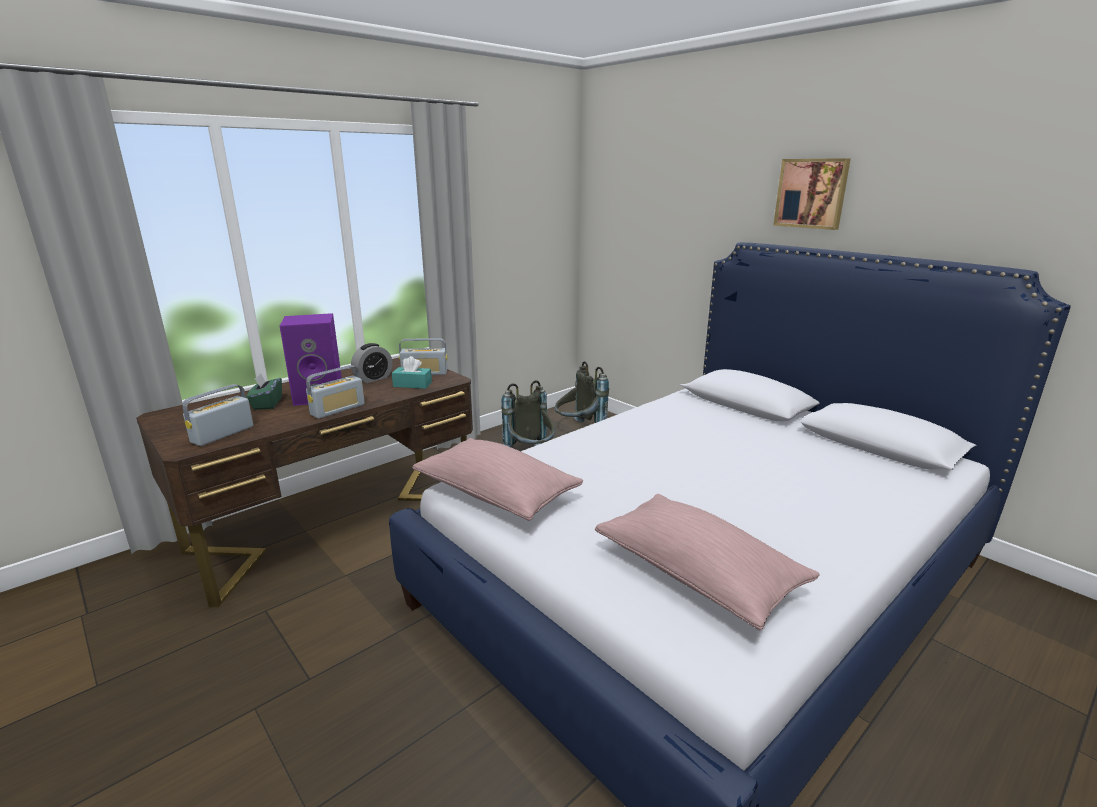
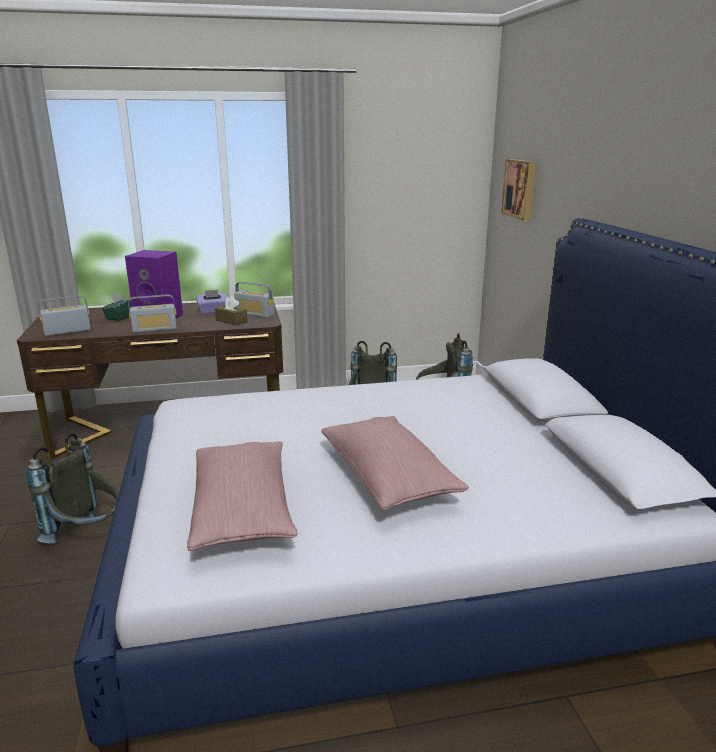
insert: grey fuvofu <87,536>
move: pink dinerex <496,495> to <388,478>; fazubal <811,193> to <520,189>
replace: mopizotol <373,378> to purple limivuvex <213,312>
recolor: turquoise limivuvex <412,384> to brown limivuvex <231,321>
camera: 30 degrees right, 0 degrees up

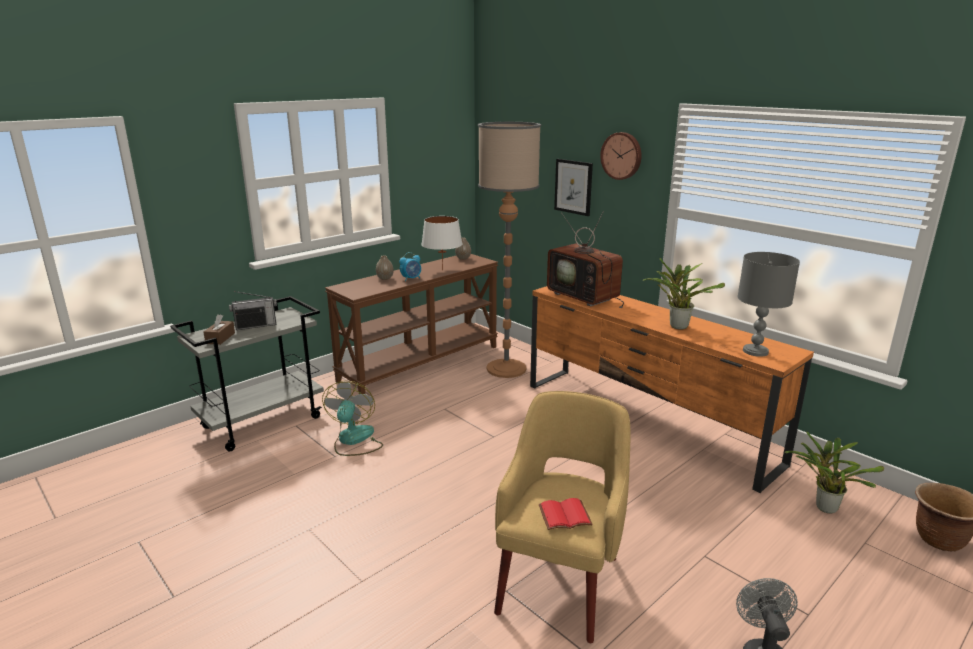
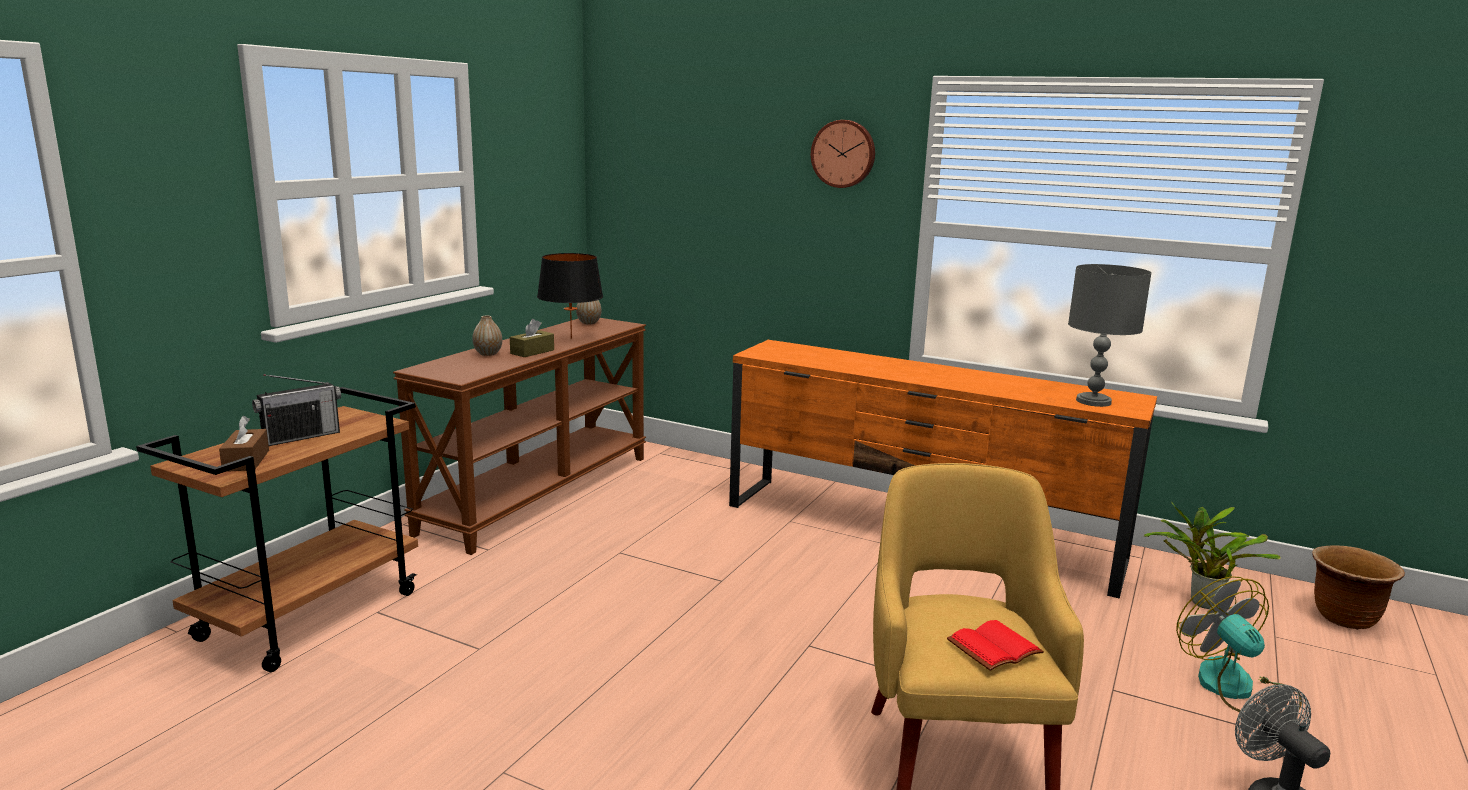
delete: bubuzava <506,369>; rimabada <586,297>; fazubal <573,187>; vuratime <676,326>
move: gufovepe <354,440> to <1237,689>
replace: mopizotol <411,279> to brown limivuvex <532,352>
recolor: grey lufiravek <263,422> to brown lufiravek <310,615>; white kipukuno <442,270> to black kipukuno <571,338>
camera: 20 degrees left, 5 degrees down

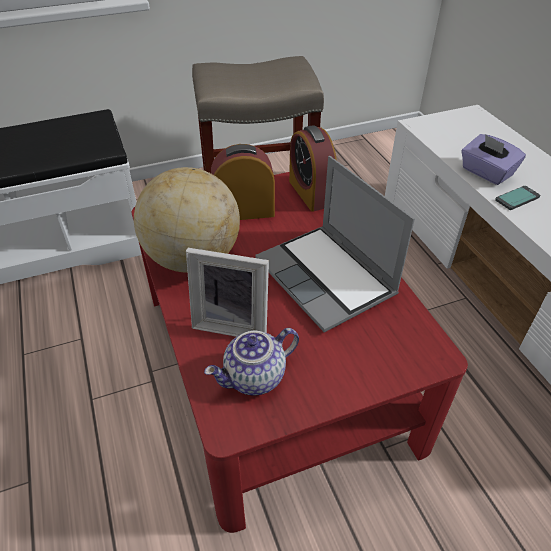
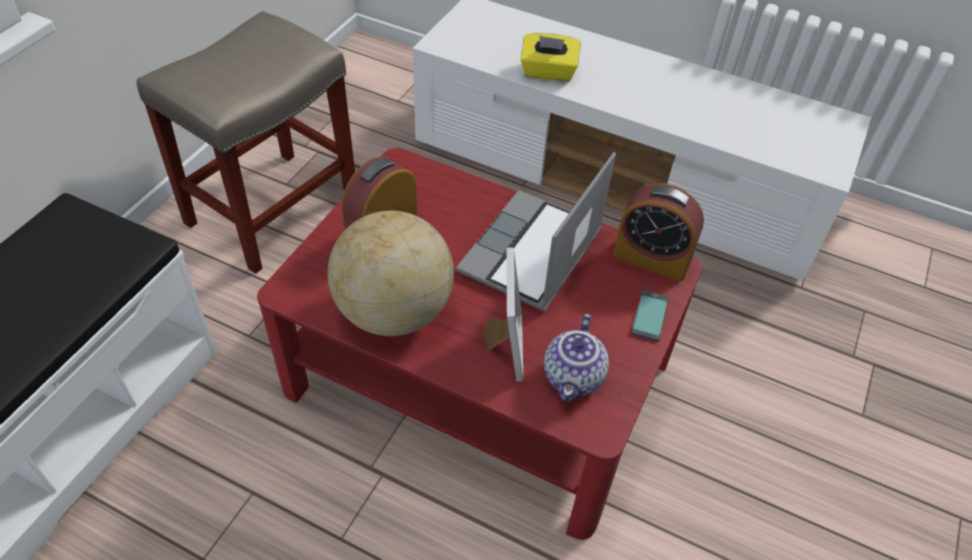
move: mopizotol <310,193> to <651,258>; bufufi <517,198> to <649,316>
recolor: purple limivuvex <486,173> to yellow limivuvex <548,72>
rotate: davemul <232,322> = <503,346> 60 degrees counterclockwise; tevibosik <327,278> = <532,254> 105 degrees clockwise
camera: 45 degrees left, 5 degrees up

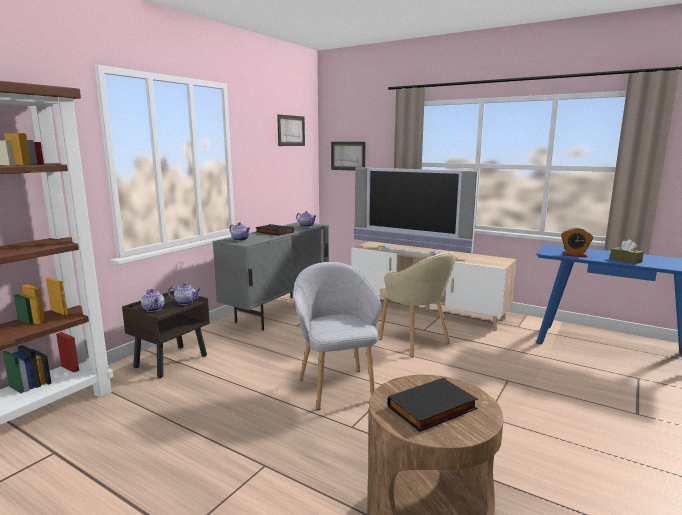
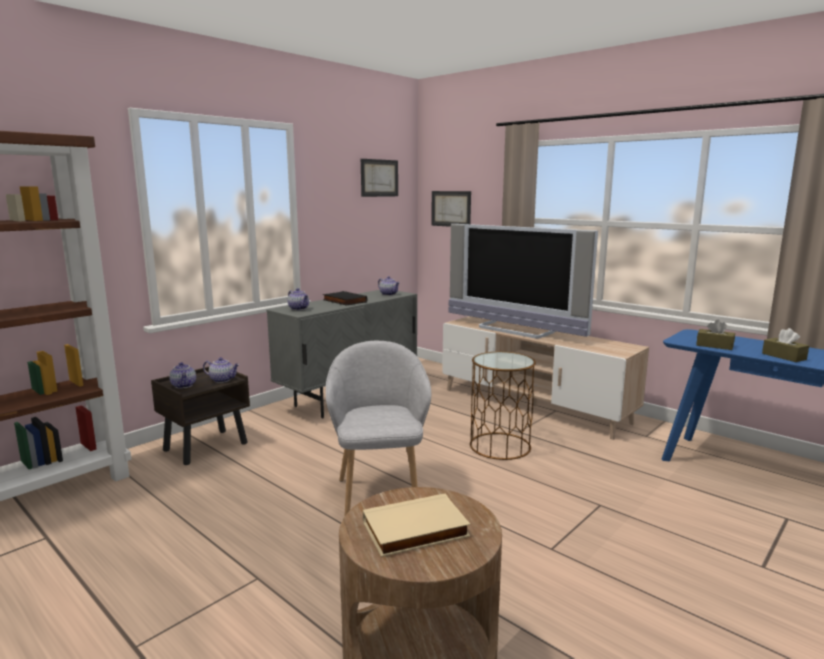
replace: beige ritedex <415,342> to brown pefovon <500,446>; mopizotol <574,255> to brown limivuvex <714,346>
recolor: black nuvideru <432,409> to beige nuvideru <415,531>
camera: 10 degrees right, 0 degrees up

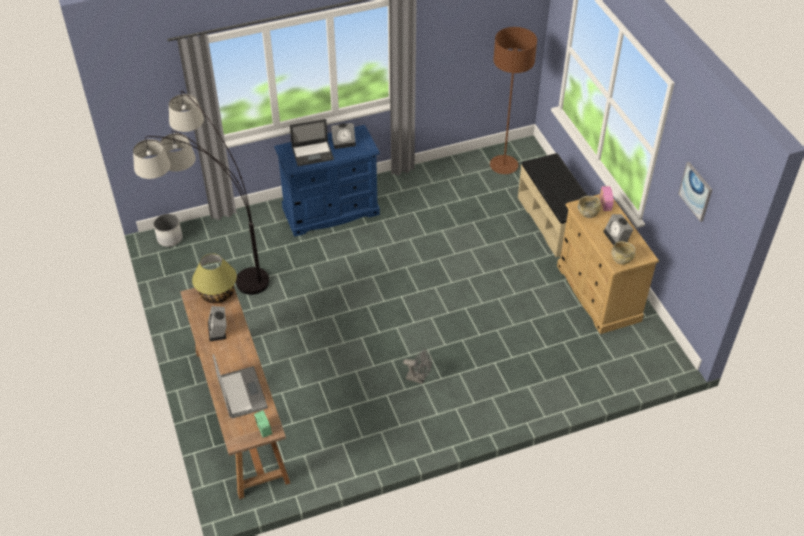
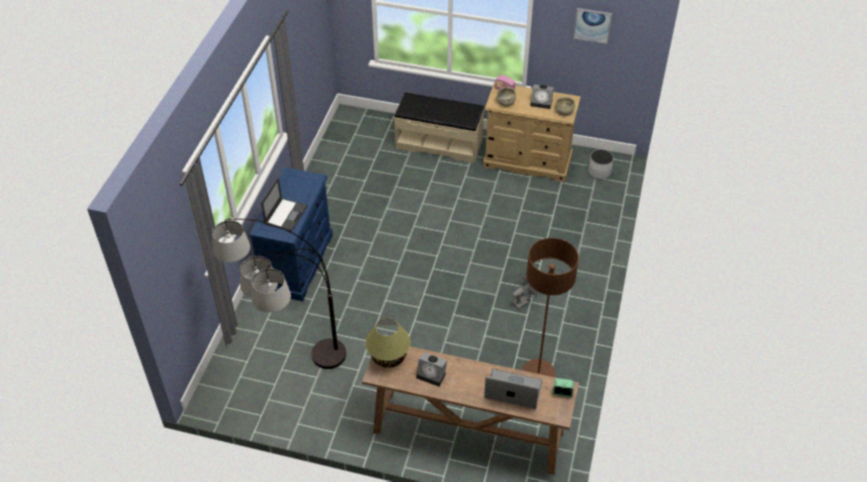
delete: mopizotol <344,142>
move: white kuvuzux <169,238> to <599,172>; brown bubuzava <503,166> to <538,373>
camera: 55 degrees left, 0 degrees up

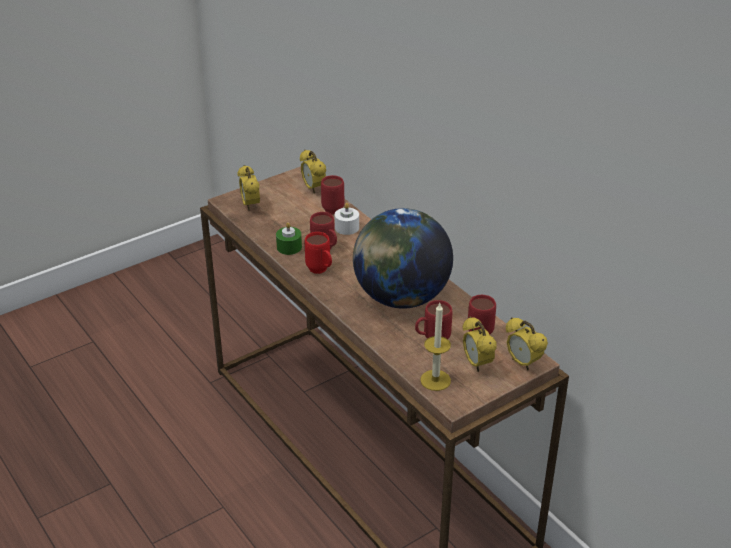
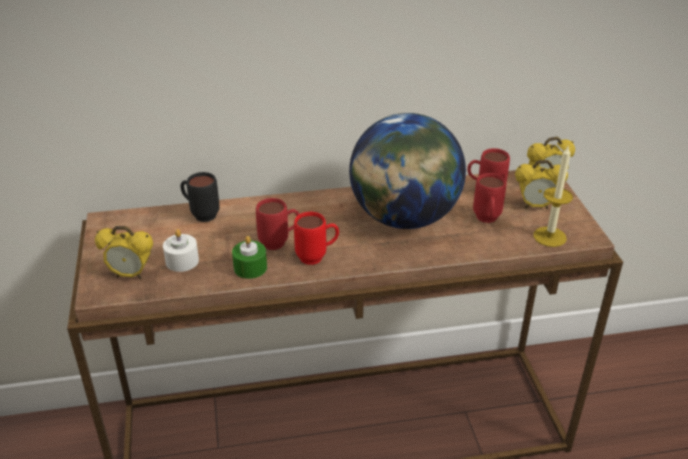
delete: mopizotol <313,188>
move: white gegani <347,227> to <182,261>
recolor: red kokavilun <333,207> to black kokavilun <201,214>
camera: 65 degrees left, 0 degrees up

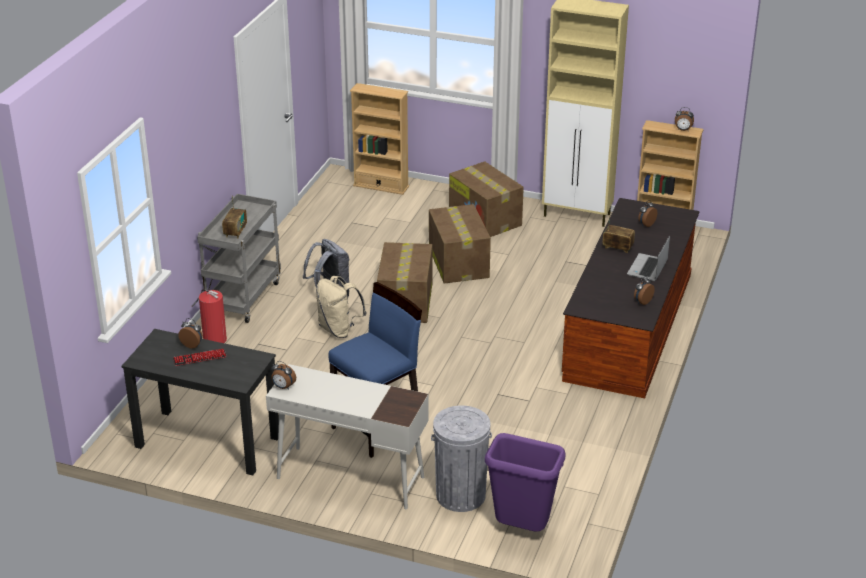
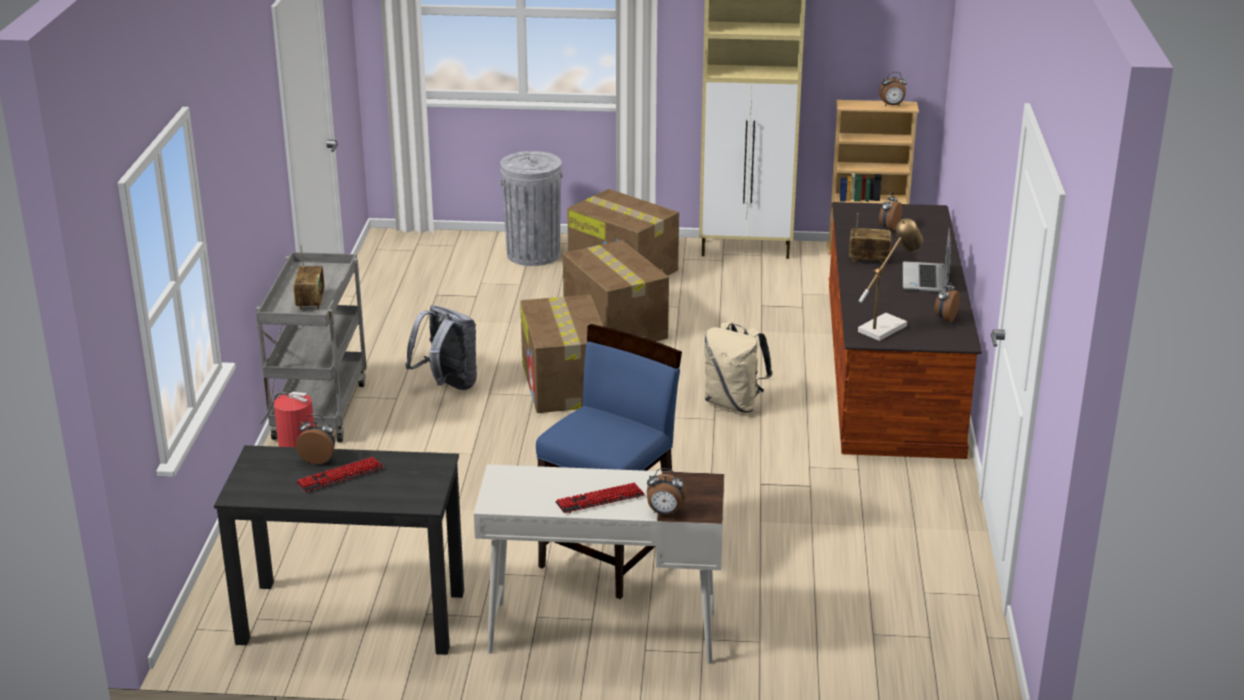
delete: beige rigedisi <381,186>; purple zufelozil <521,530>
insert: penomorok <600,500>; kipukuno <886,326>
move: mopizotol <283,387> to <665,513>; beige fuvofu <339,330> to <734,403>; grey zufelozil <460,495> to <533,254>
camera: 15 degrees left, 5 degrees down

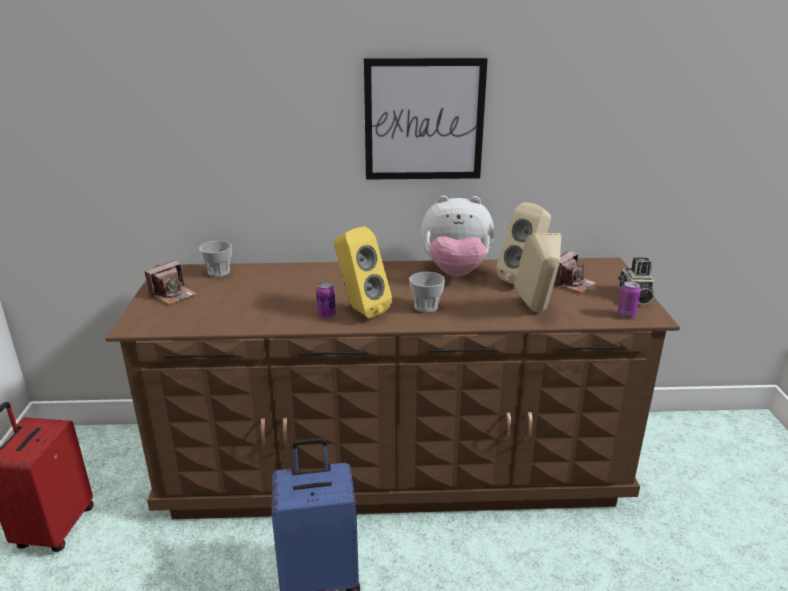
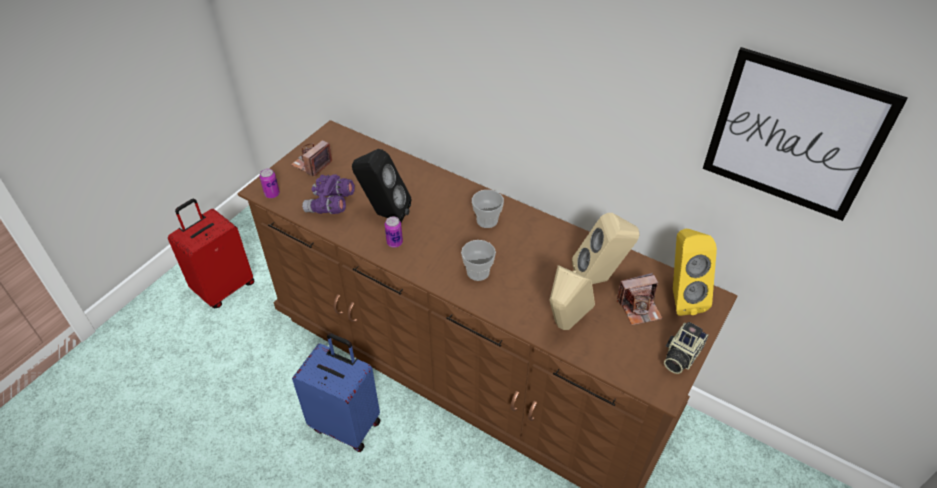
delete: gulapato <455,272>
insert: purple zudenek <330,205>; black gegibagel <384,214>
move: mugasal <218,272> to <487,220>; yellow gegibagel <360,310> to <680,297>; fazubal <424,120> to <794,135>; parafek <626,315> to <272,194>
rotate: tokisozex <173,295> = <312,164> 135 degrees clockwise
camera: 35 degrees right, 20 degrees up

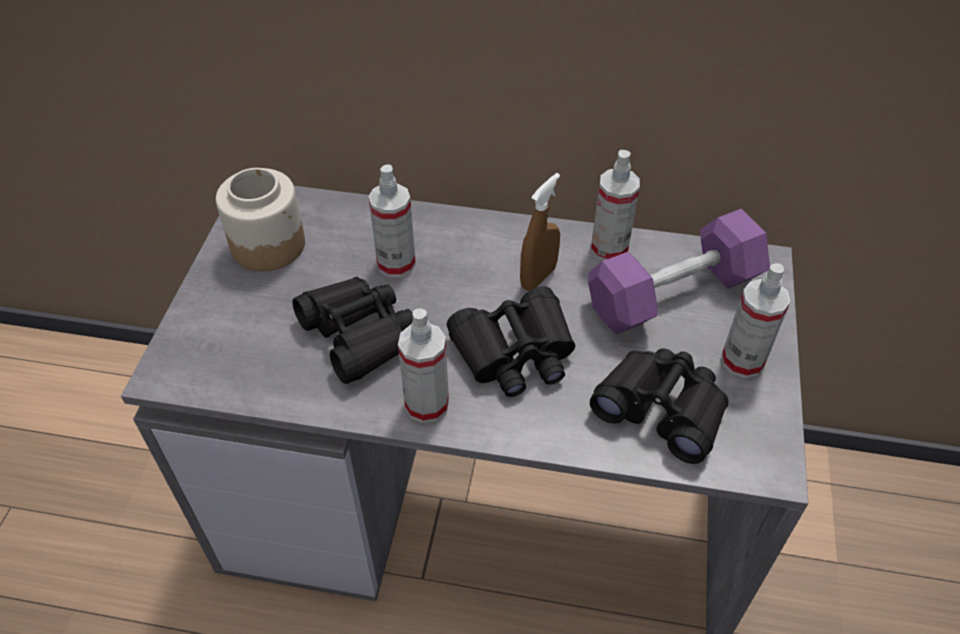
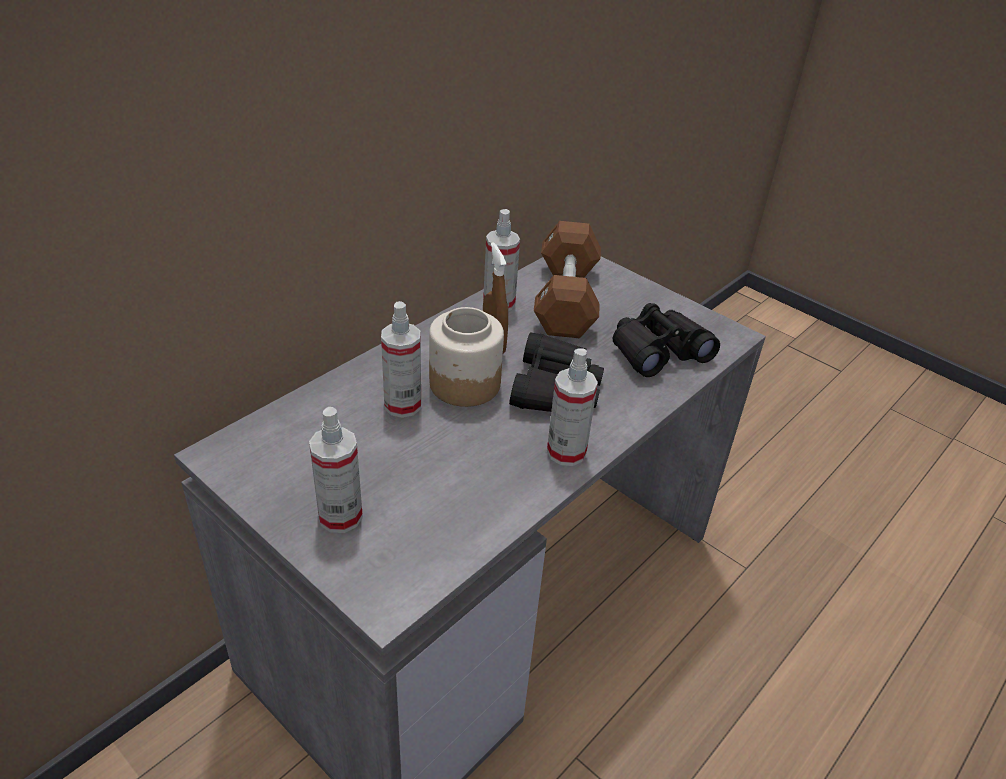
delete: black zudenek <359,335>
move: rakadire <268,244> to <464,383>; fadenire <742,361> to <340,516>
recolor: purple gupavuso <673,293> to brown gupavuso <566,299>
camera: 60 degrees left, 10 degrees down

